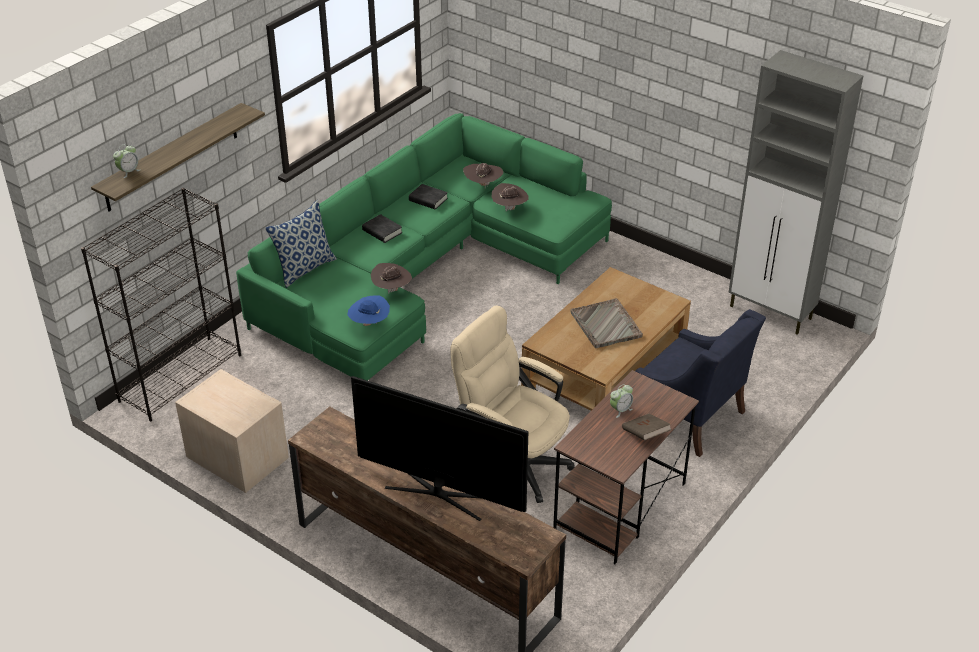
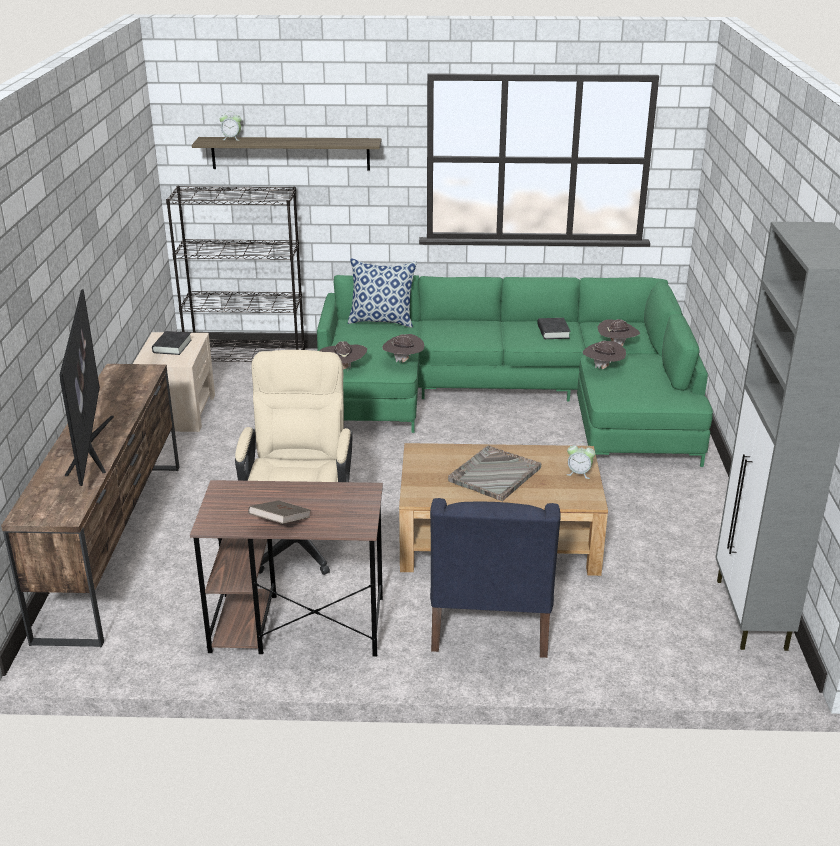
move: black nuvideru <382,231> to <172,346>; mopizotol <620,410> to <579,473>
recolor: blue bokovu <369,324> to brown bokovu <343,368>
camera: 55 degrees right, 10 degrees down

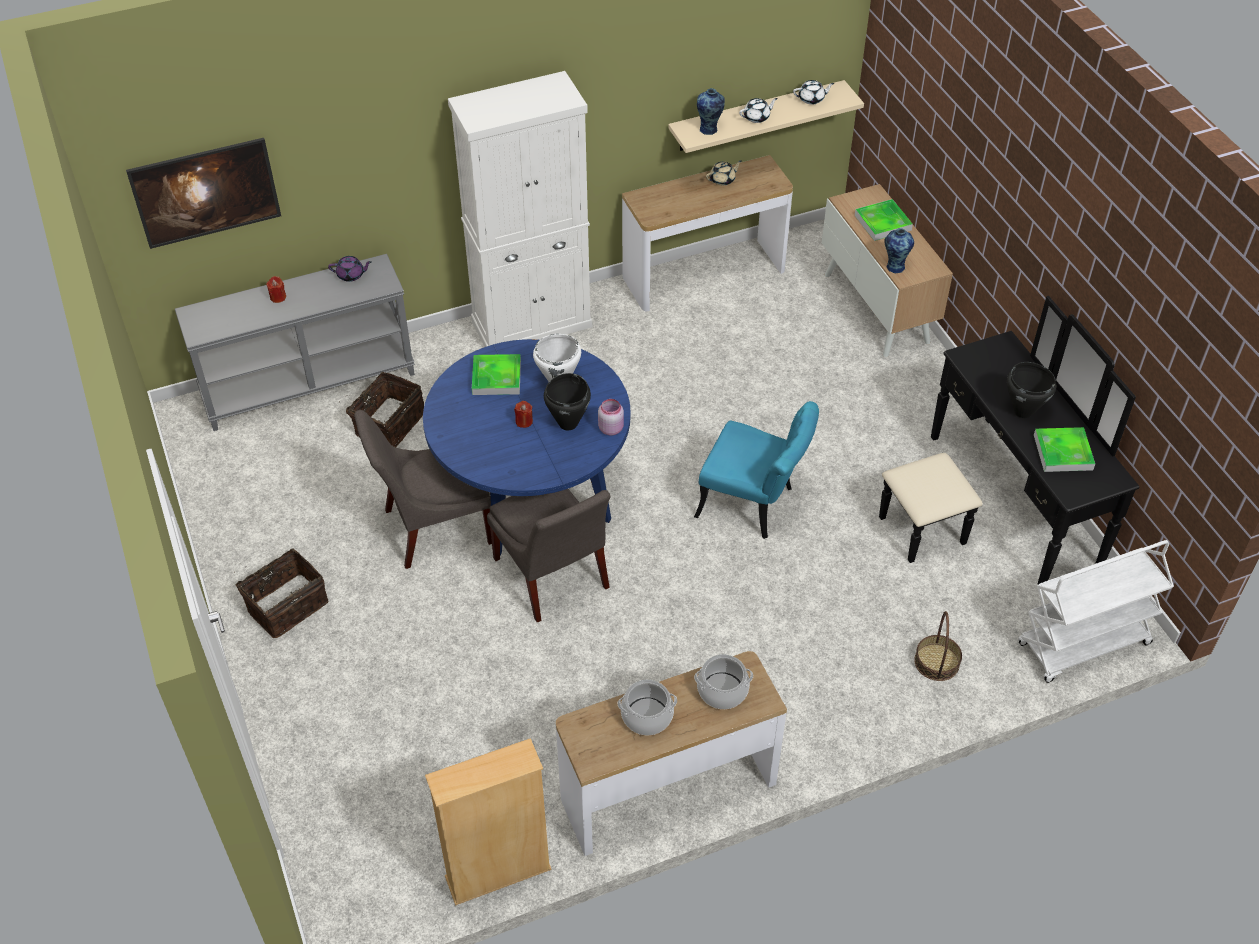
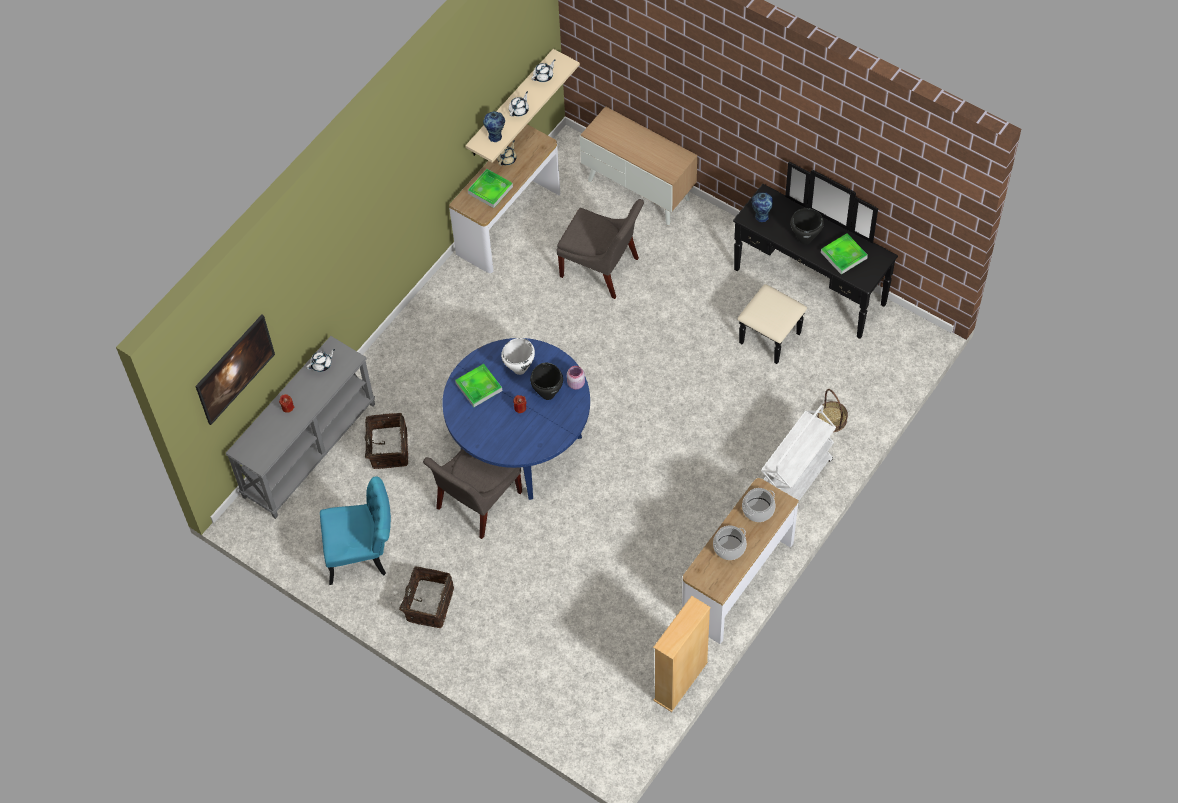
delete: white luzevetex <532,324>
move: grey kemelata <552,577> to <602,269>; turquoise kemelata <754,505> to <363,553>; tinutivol <882,223> to <490,190>; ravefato <895,266> to <761,216>; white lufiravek <1083,645> to <795,482>
recolor: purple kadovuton <351,275> to white kadovuton <321,364>
camera: 30 degrees left, 10 degrees up

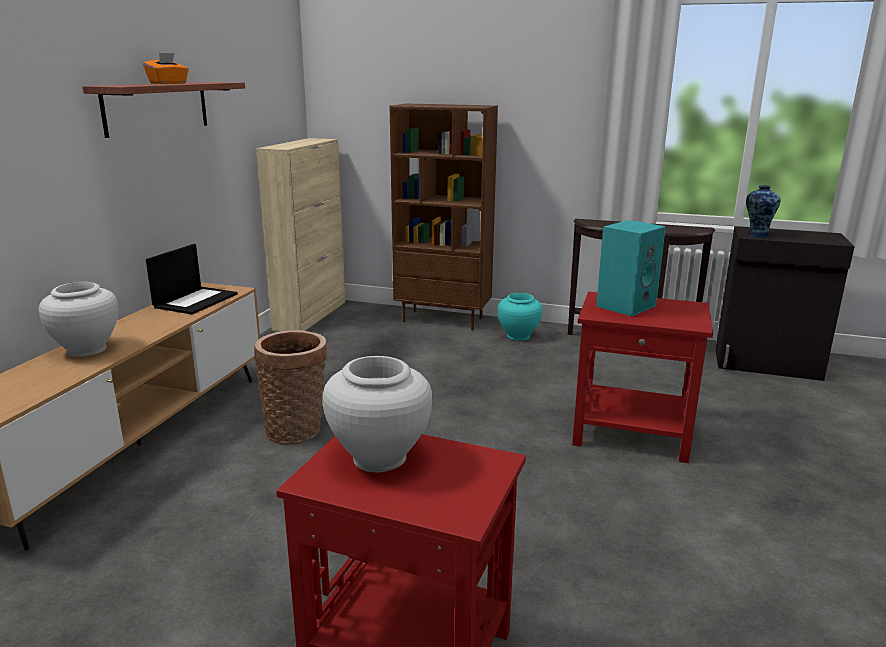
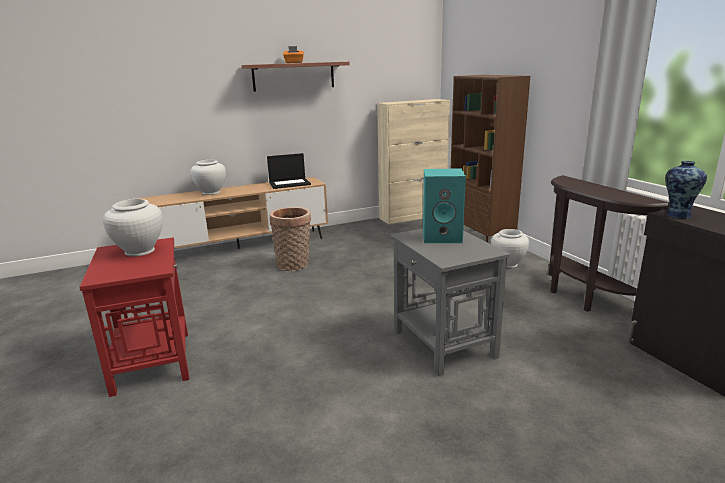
recolor: turquoise ravefato <518,336> to white ravefato <508,264>; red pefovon <631,434> to grey pefovon <443,344>
camera: 50 degrees right, 0 degrees up

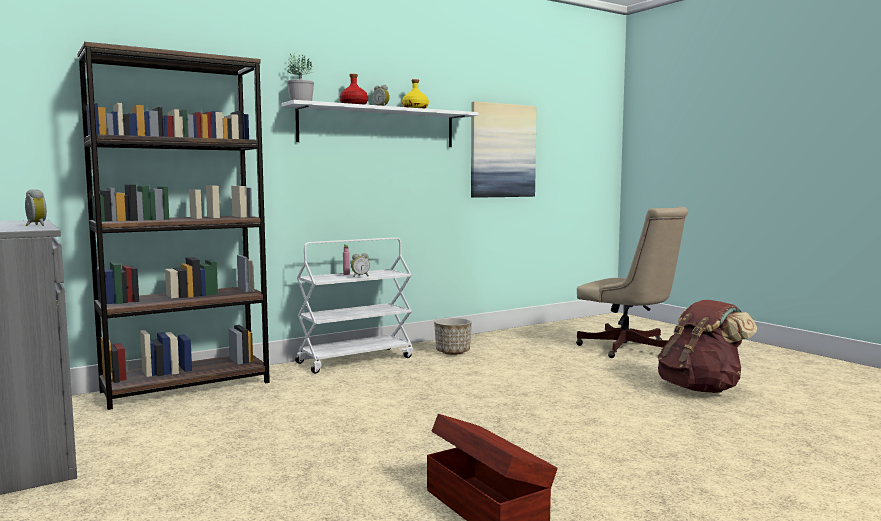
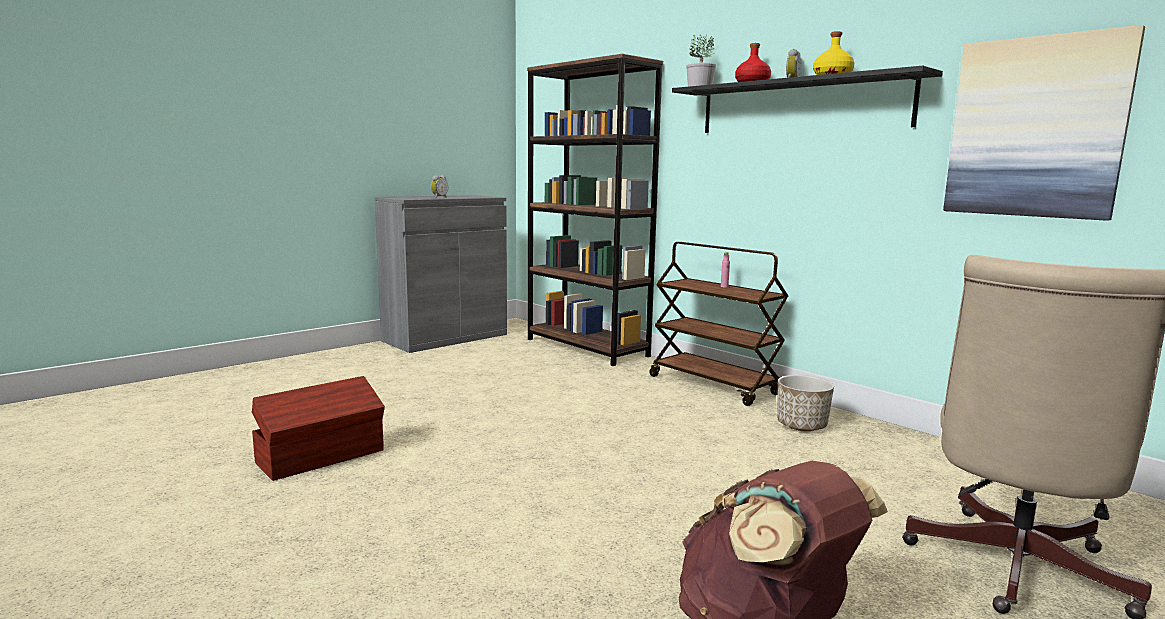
delete: mopizotol <360,276>
recolor: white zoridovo <378,127> to black zoridovo <800,106>; white lufiravek <355,360> to brown lufiravek <714,385>
camera: 80 degrees right, 5 degrees up

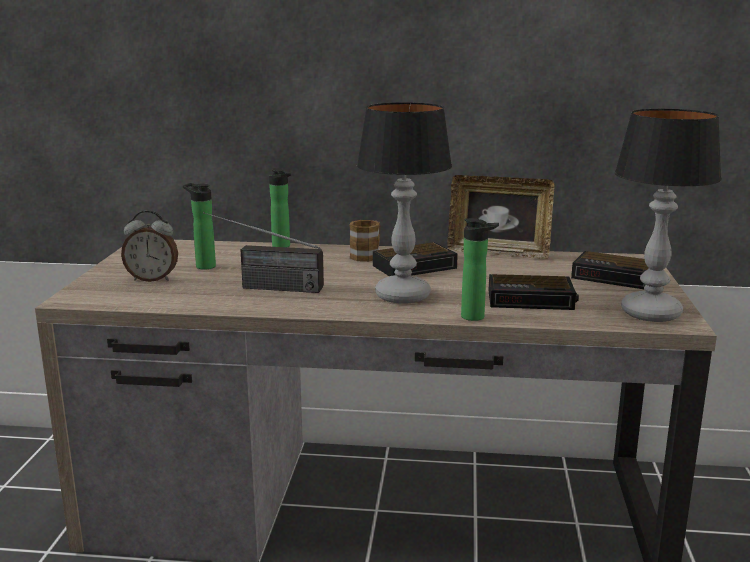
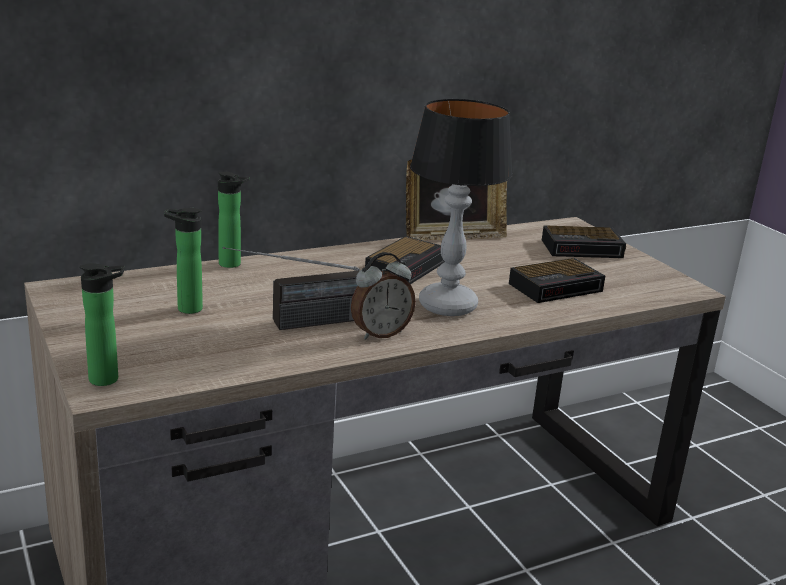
delete: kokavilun <368,255>; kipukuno <649,313>
move: mopizotol <152,279> to <380,333>; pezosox <476,317> to <108,379>
camera: 35 degrees left, 5 degrees up

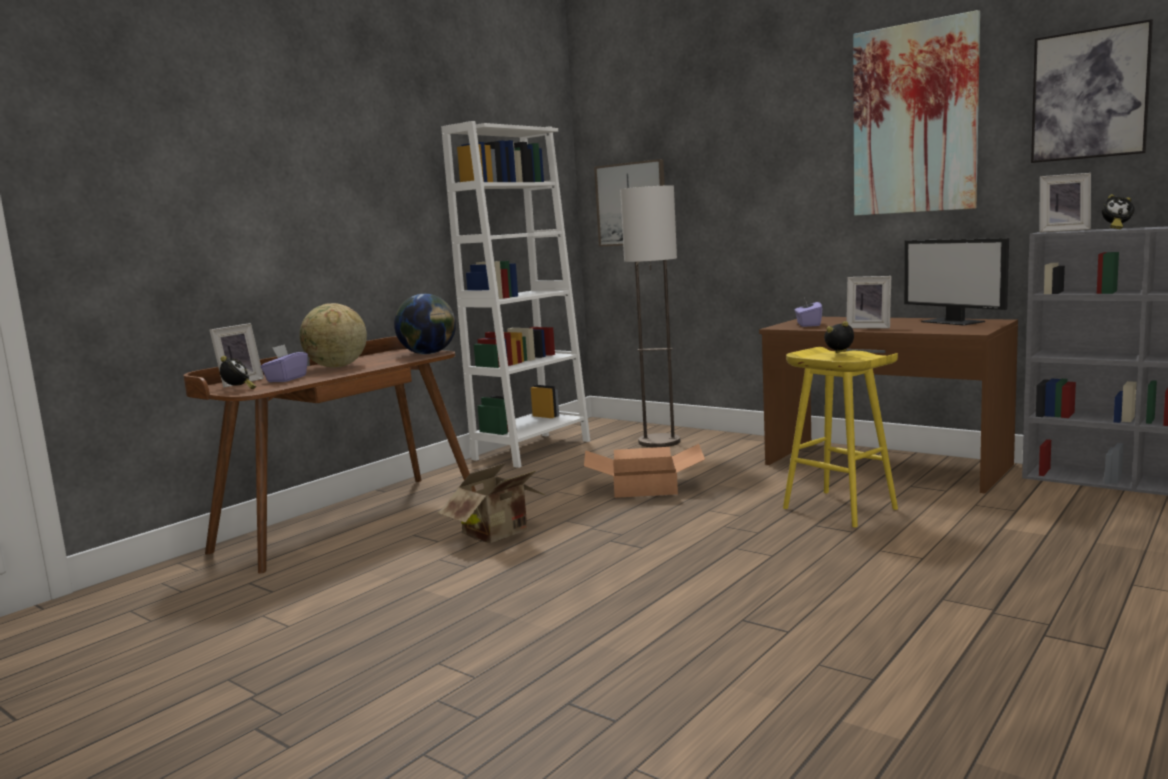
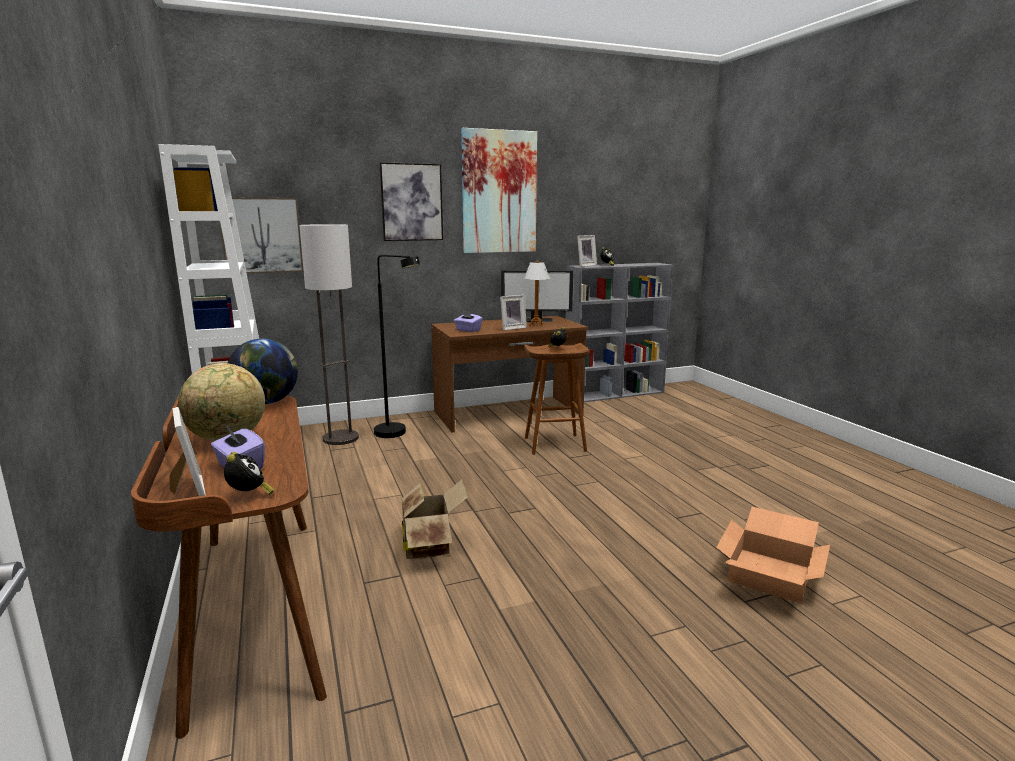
insert: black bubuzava <397,434>; kipukuno <536,325>
move: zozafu <645,486> to <768,573>; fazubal <1089,94> to <412,202>
recolor: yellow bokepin <837,508> to brown bokepin <554,445>
rotate: mopizotol <238,390> = <249,496> 45 degrees clockwise
camera: 60 degrees left, 5 degrees up

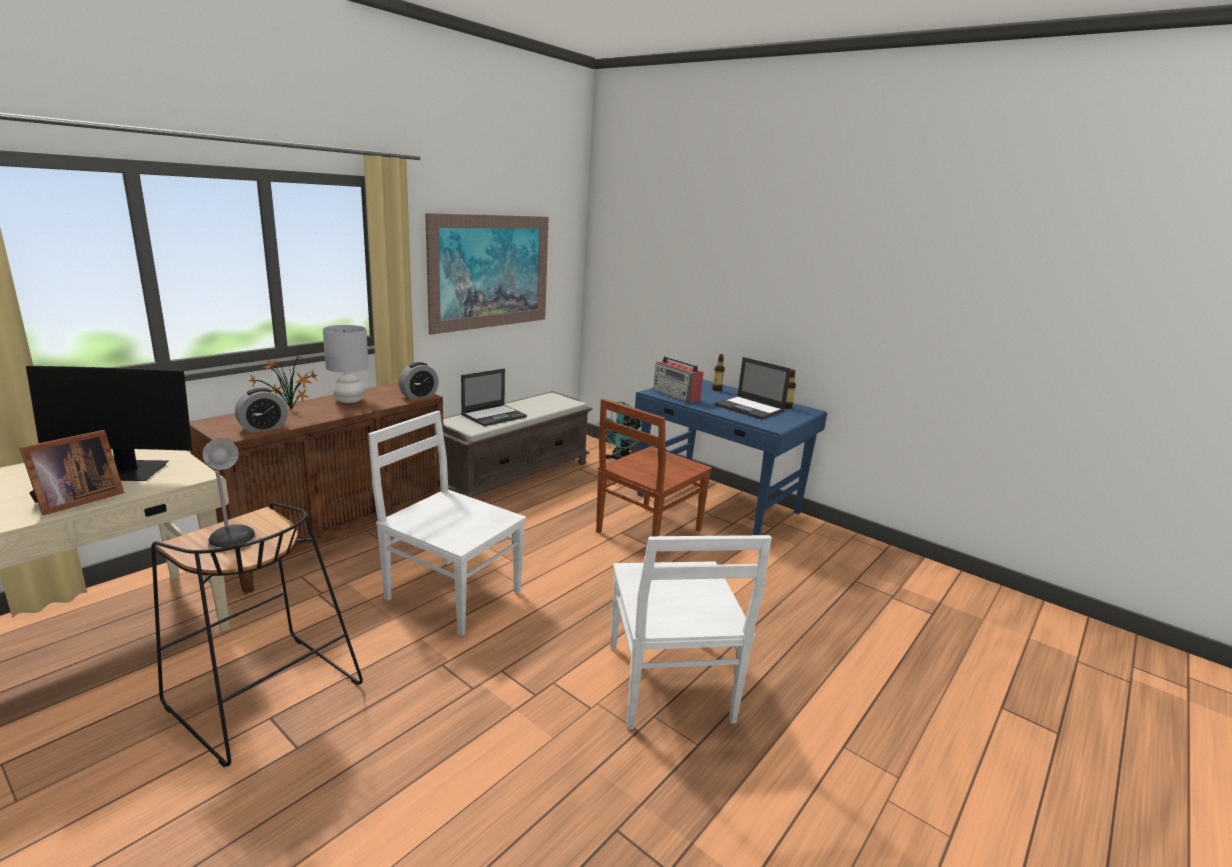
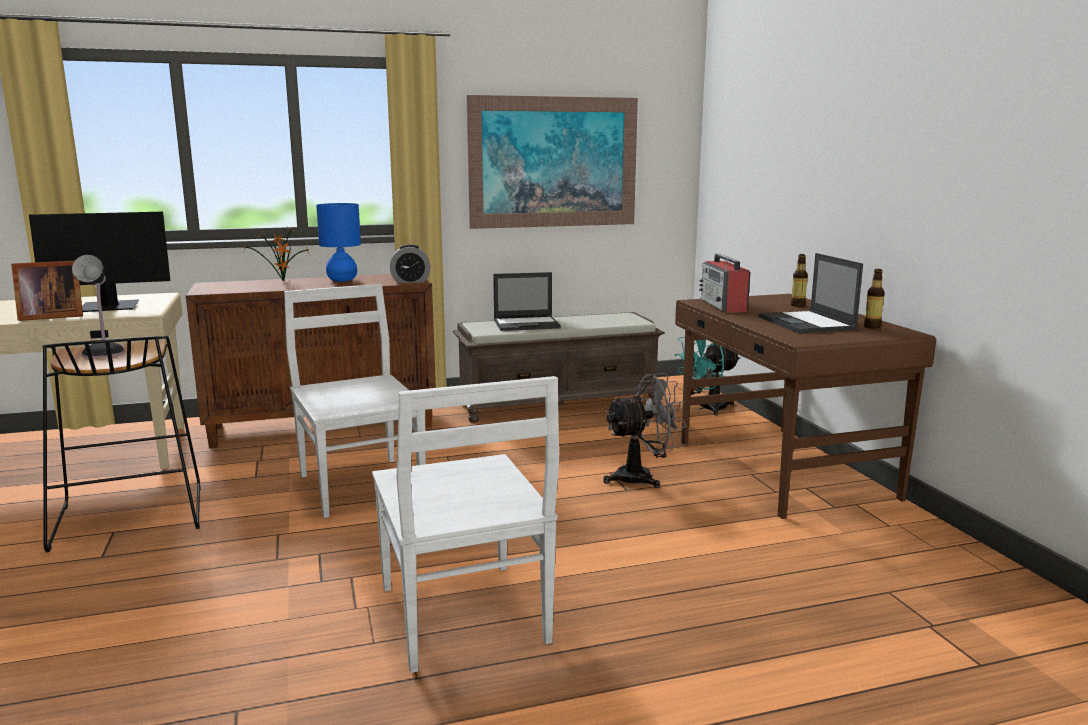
delete: mopizotol <263,428>
replace: brown kemelata <647,532> to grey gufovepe <642,477>
recolor: grey kipukuno <350,401> to blue kipukuno <342,280>; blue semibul <717,504> to brown semibul <782,469>
rotate: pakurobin <127,472> = <110,307> 45 degrees counterclockwise; white kemelata <669,685> = <463,616> 45 degrees counterclockwise
camera: 35 degrees right, 5 degrees down

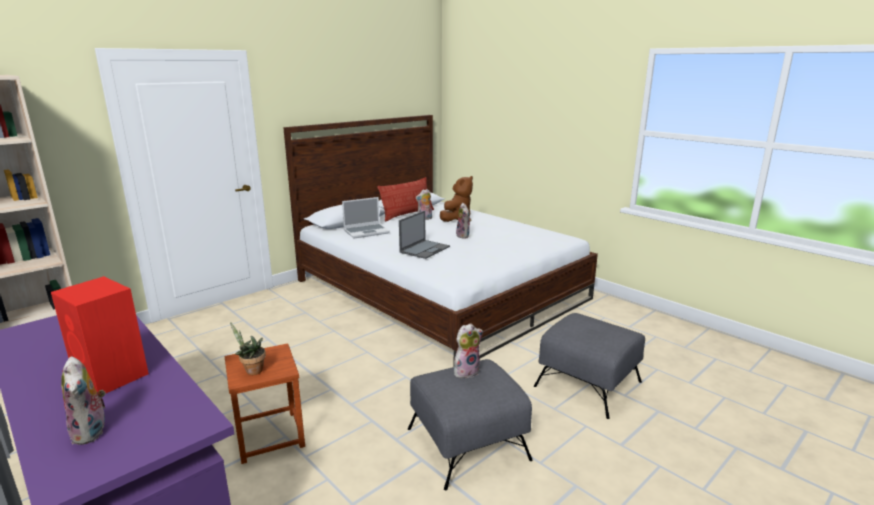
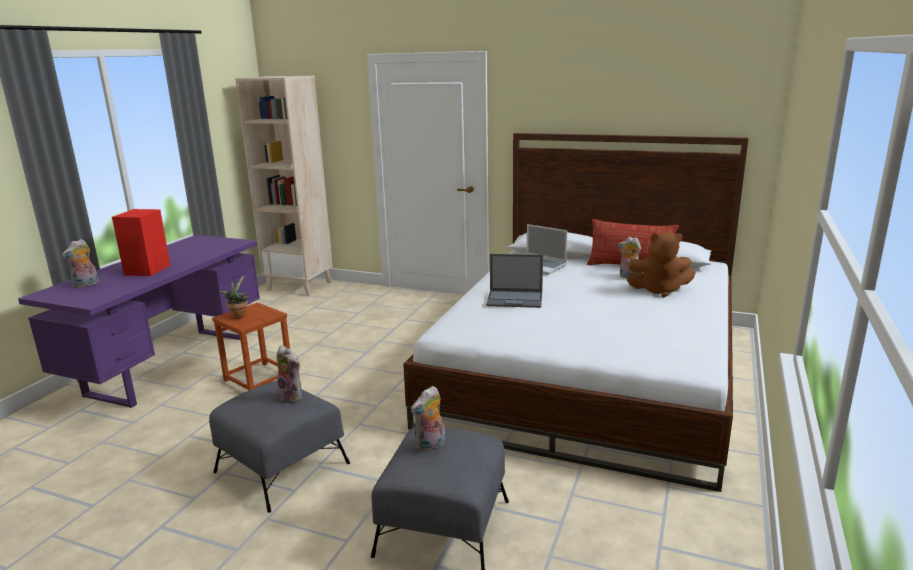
move: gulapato <464,236> to <430,446>
camera: 65 degrees right, 0 degrees up

